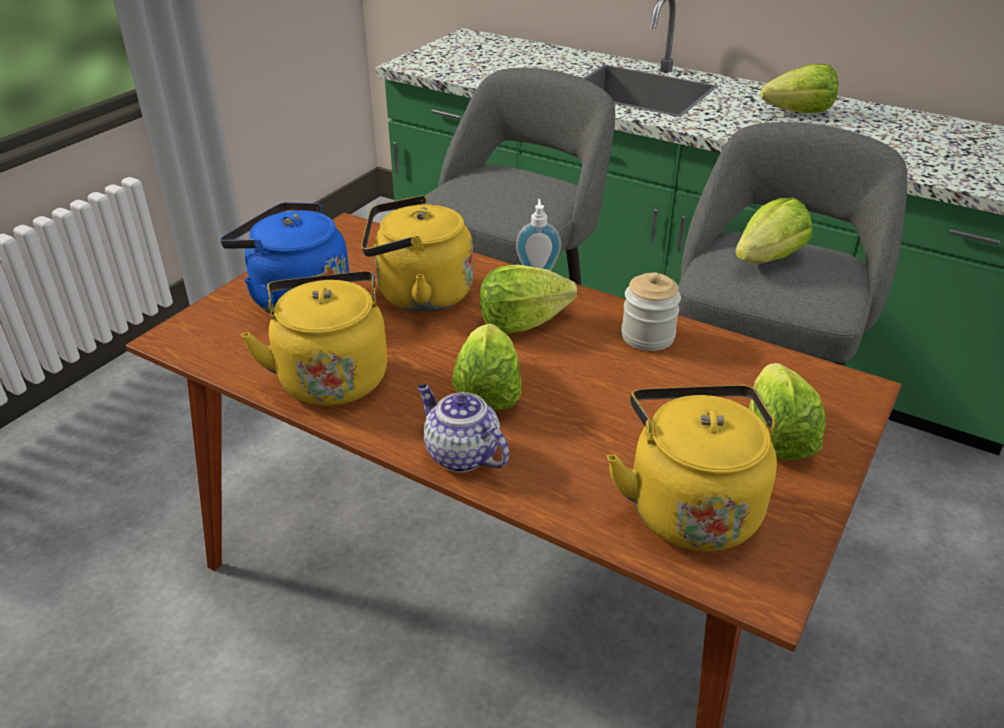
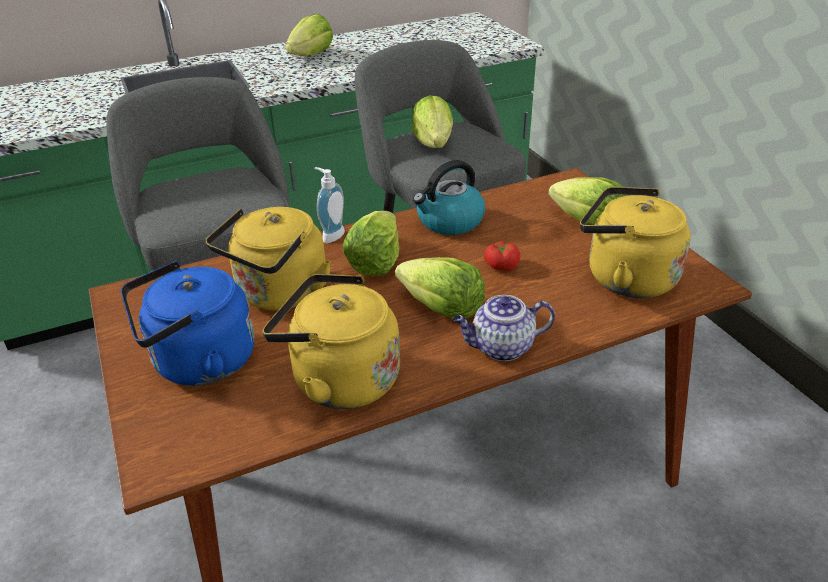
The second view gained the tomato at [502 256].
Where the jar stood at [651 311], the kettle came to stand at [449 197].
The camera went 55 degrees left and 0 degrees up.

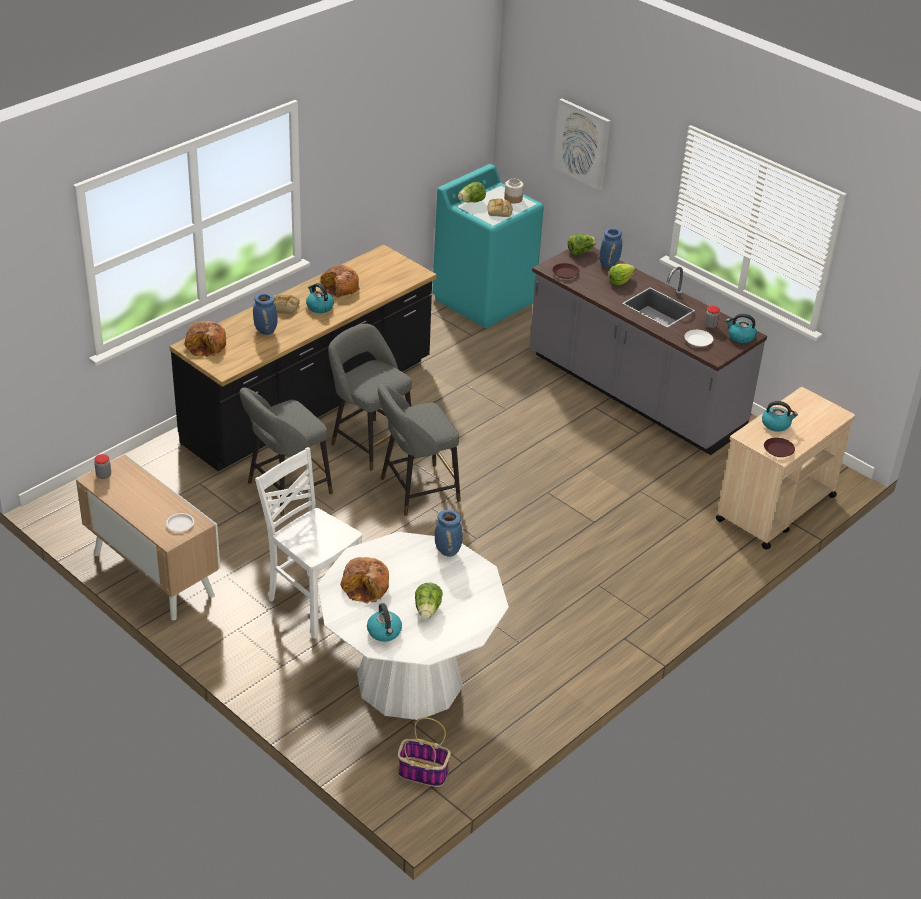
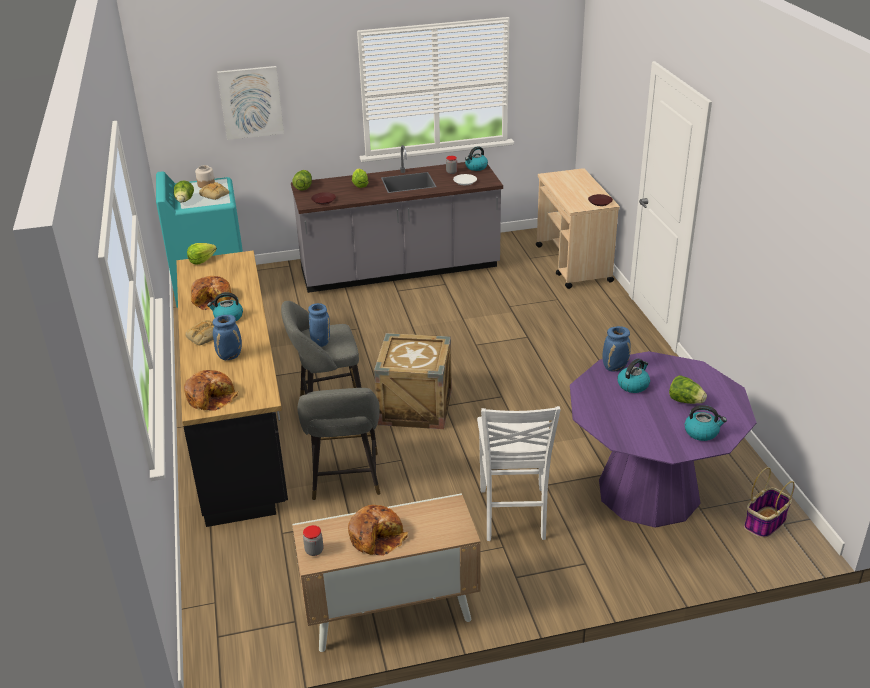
The second view lost the white plate at [180 522].
The second view gained the lettuce at [202 254].
The bread ended up elsewhere, having gone from [364 580] to [378 530].
The blue vase ended up elsewhere, having gone from [610 248] to [319 325].
The kettle ended up elsewhere, having gone from [780 416] to [634 375].
Where the grey stool stood at [419 450], the crate came to stand at [413 381].
What was the white dining table at [413 626] turned into the purple dining table at [663 439].
The white chair at [308 543] ended up facing another way, 75 degrees counterclockwise from before.
The camera went 55 degrees left and 5 degrees down.

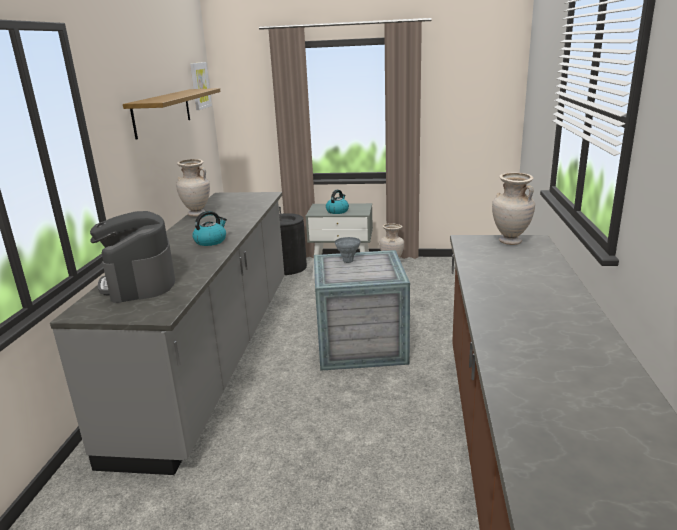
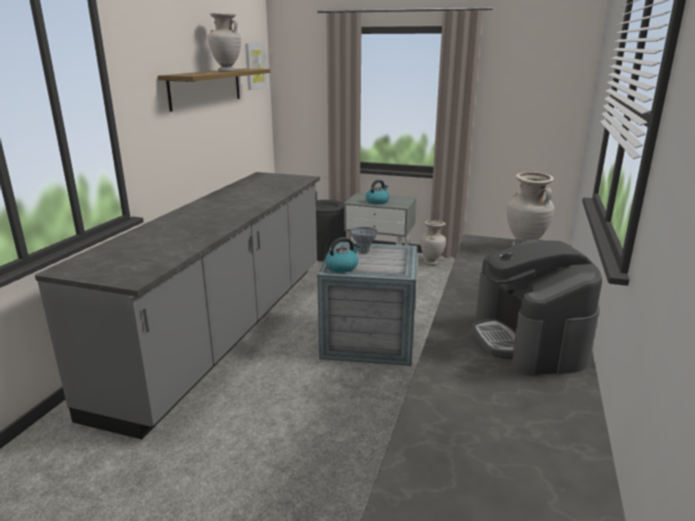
The coffee machine ended up elsewhere, having gone from [132 257] to [537 307].
The beige vase ended up elsewhere, having gone from [193 188] to [224 42].
The kettle ended up elsewhere, having gone from [209 228] to [342 255].
The camera went 10 degrees right and 0 degrees up.

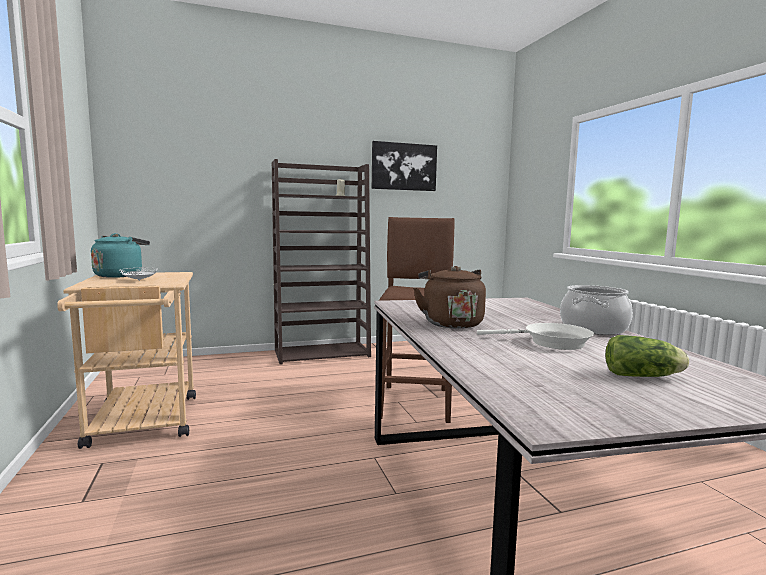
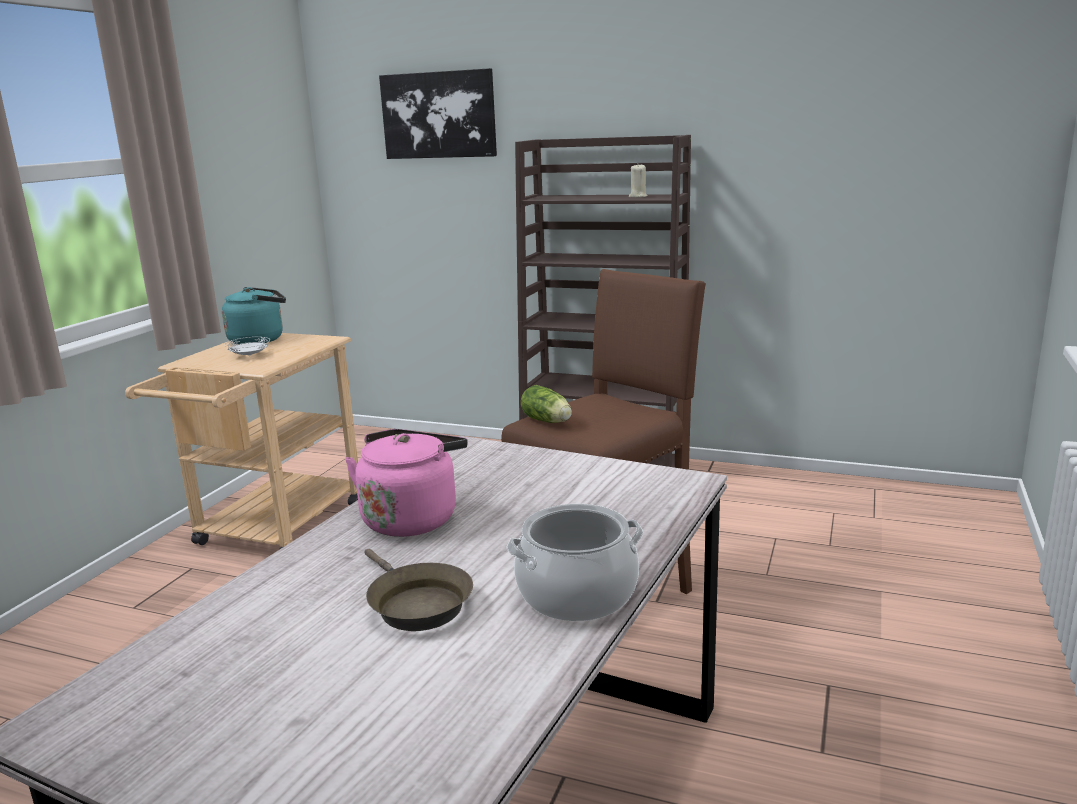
The picture ended up elsewhere, having gone from [404 166] to [438 113].
The lettuce ended up elsewhere, having gone from [647 356] to [546 404].
What was the brown kettle at [449 297] turned into the pink kettle at [406 483].
What was the white frying pan at [535 336] turned into the brown frying pan at [418 590].
The camera went 40 degrees right and 10 degrees up.

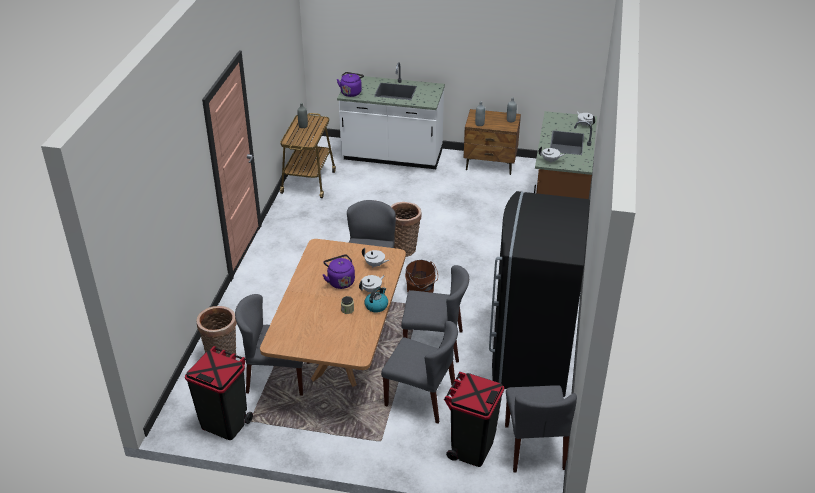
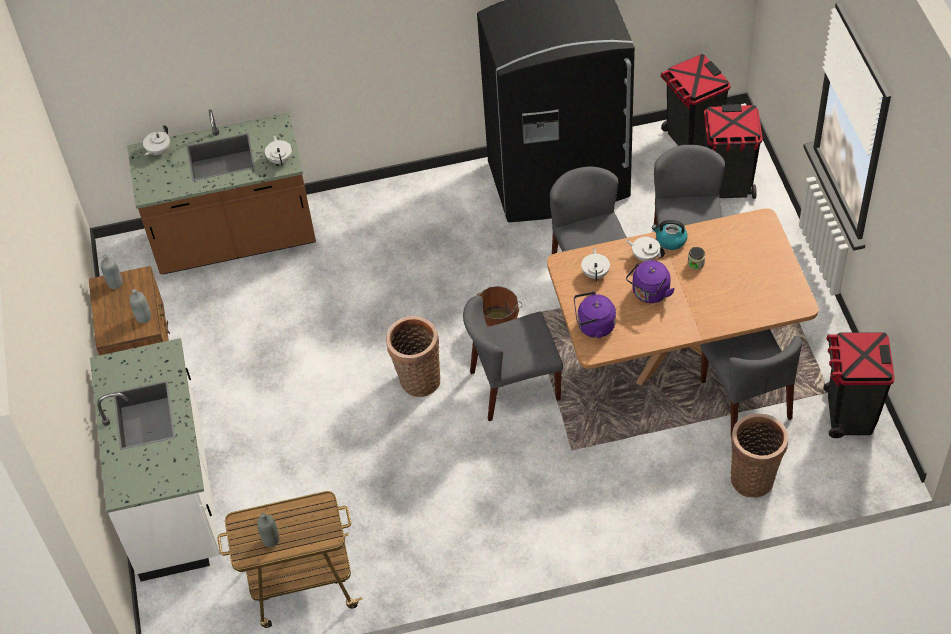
The purple kettle ended up elsewhere, having gone from [350 84] to [595 314].
Where the grey chair stood at [541 428], the black trash can came to stand at [695 100].
The camera went 110 degrees left and 15 degrees up.

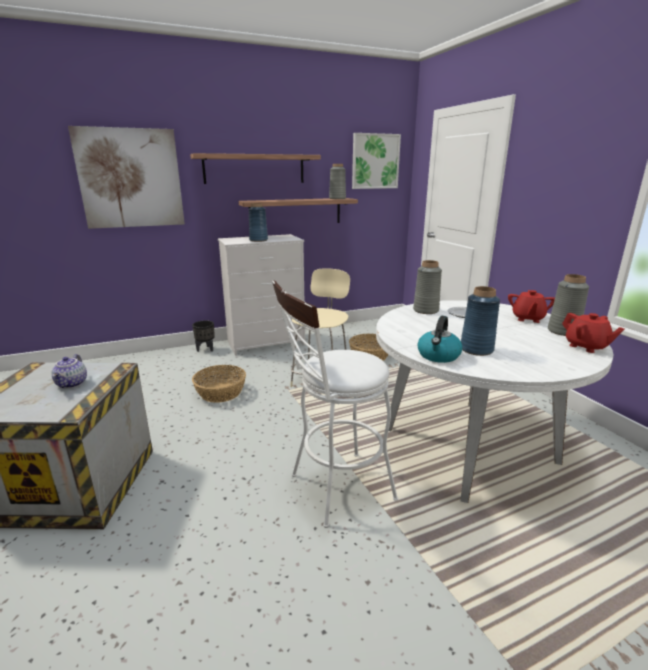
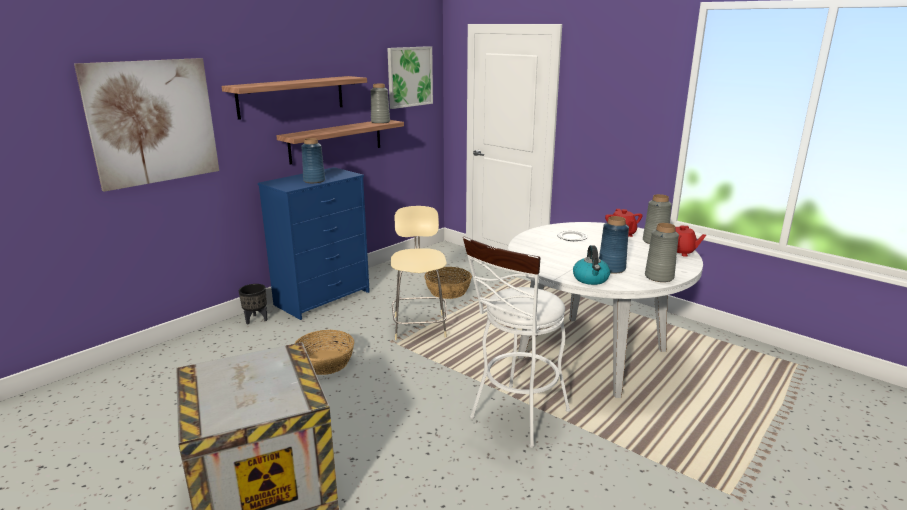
The second view lost the teapot at [69 371].
The grey vase ended up elsewhere, having gone from [427 287] to [662 252].
What was the white dresser at [261 295] turned into the blue dresser at [314 243].
The camera went 25 degrees left and 0 degrees up.

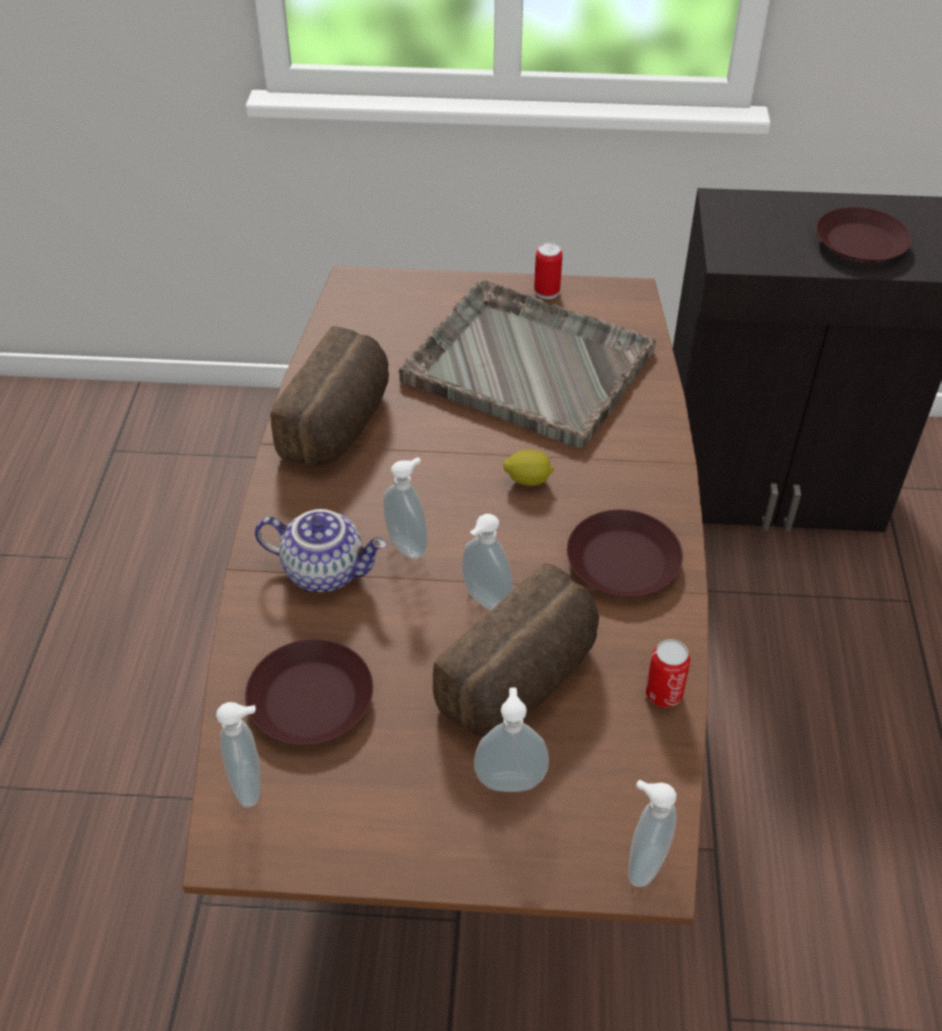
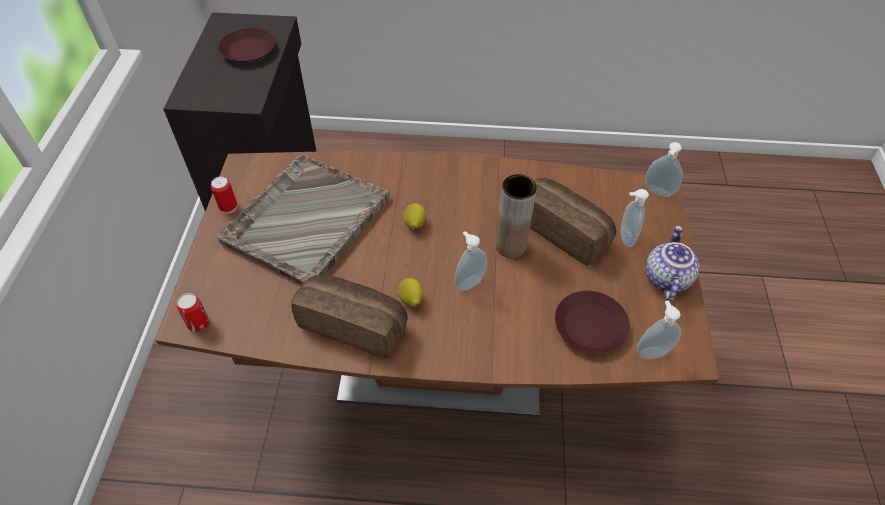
The second view lost the brown plate at [625 553].
The second view gained the lemon at [410 292].
The teapot ended up elsewhere, having gone from [321 550] to [672 263].
The can ended up elsewhere, having gone from [667 673] to [193 312].
Where the soap dispenser stood at [487 562], the brown vase came to stand at [516 216].
The camera went 90 degrees left and 5 degrees up.

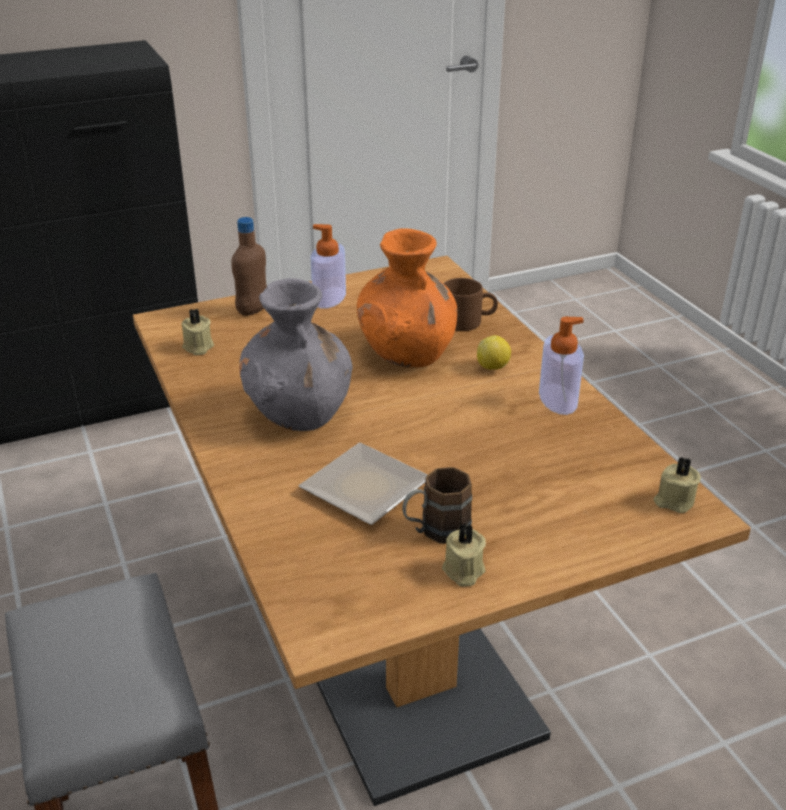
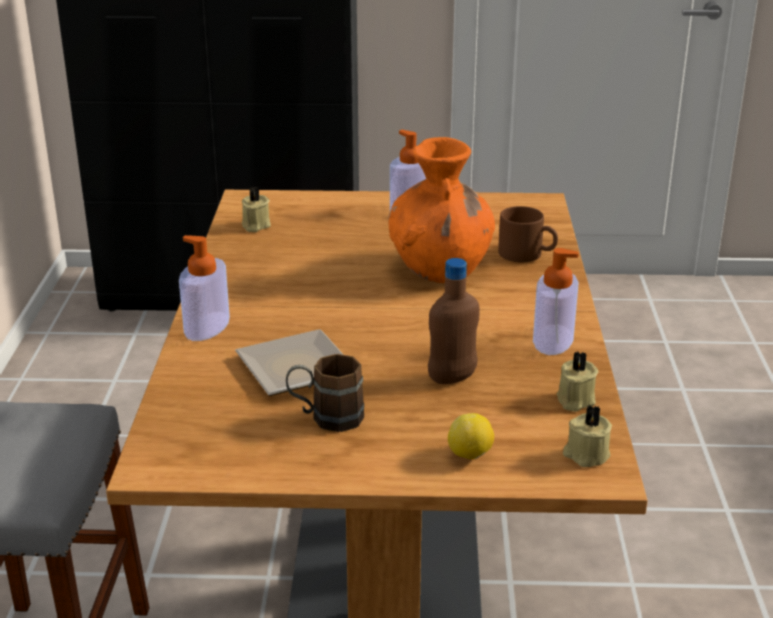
The second view lost the grey vase at [296 354].
The second view gained the soap dispenser at [204 288].
The brown bottle ended up elsewhere, having gone from [249 266] to [454 321].
The beige candle ended up elsewhere, having gone from [464 555] to [577 381].
The lemon ended up elsewhere, having gone from [494 352] to [471 436].
The camera went 25 degrees right and 5 degrees down.

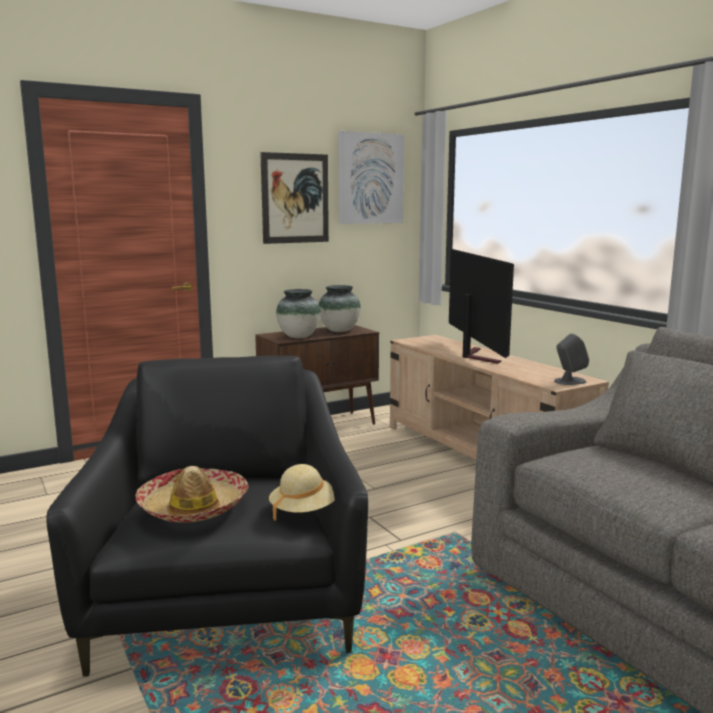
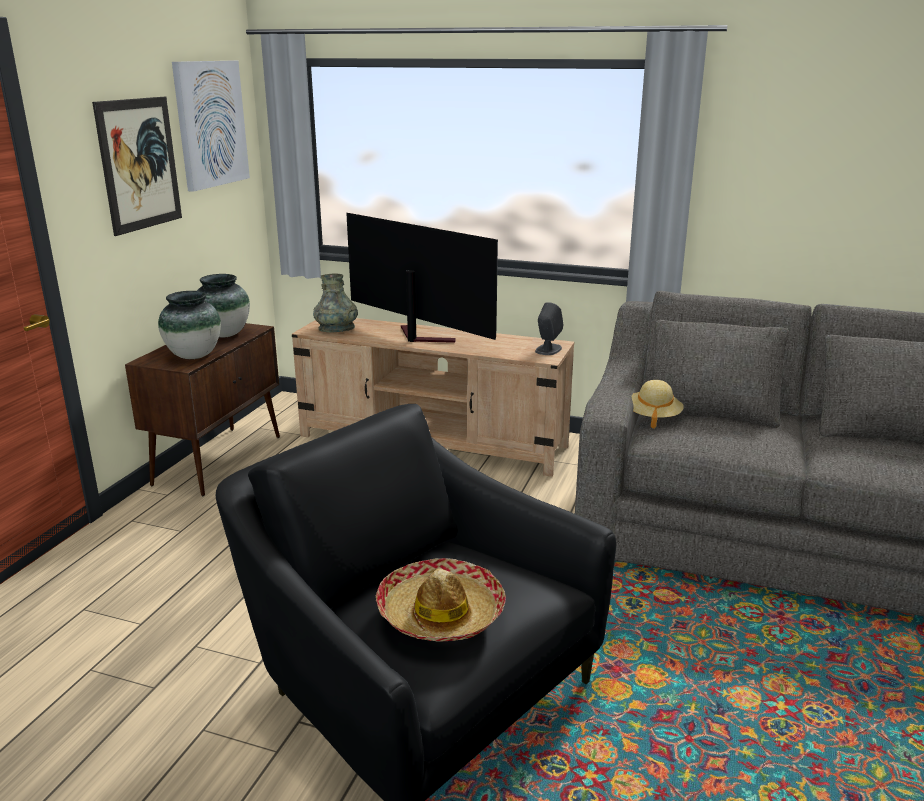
The second view gained the grey vase at [335 303].
The beige hat ended up elsewhere, having gone from [302 492] to [658 404].
The camera went 40 degrees left and 10 degrees up.

